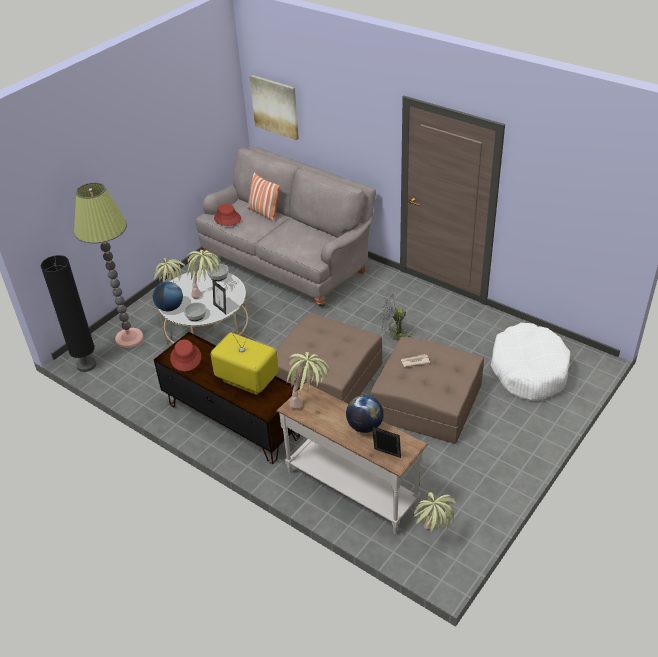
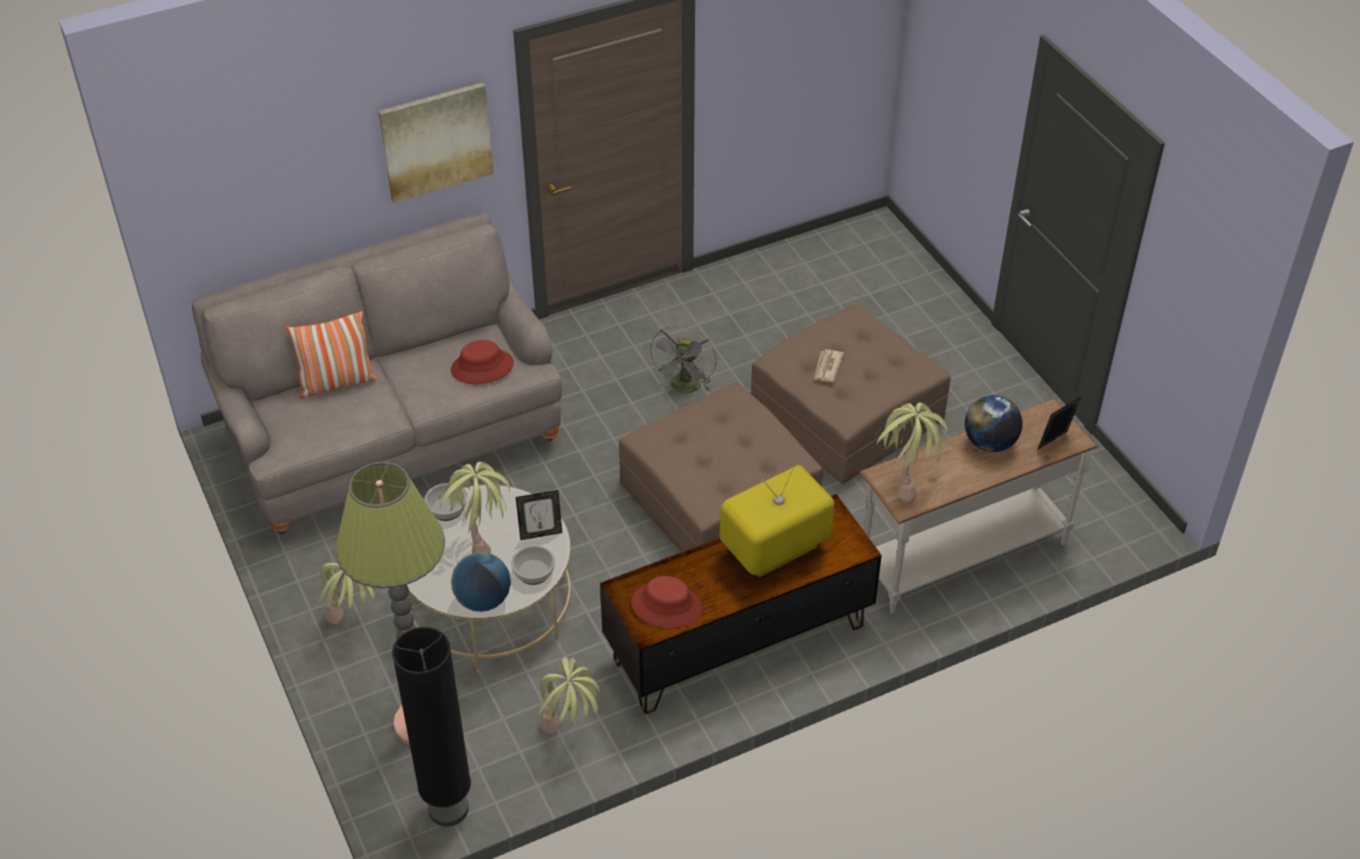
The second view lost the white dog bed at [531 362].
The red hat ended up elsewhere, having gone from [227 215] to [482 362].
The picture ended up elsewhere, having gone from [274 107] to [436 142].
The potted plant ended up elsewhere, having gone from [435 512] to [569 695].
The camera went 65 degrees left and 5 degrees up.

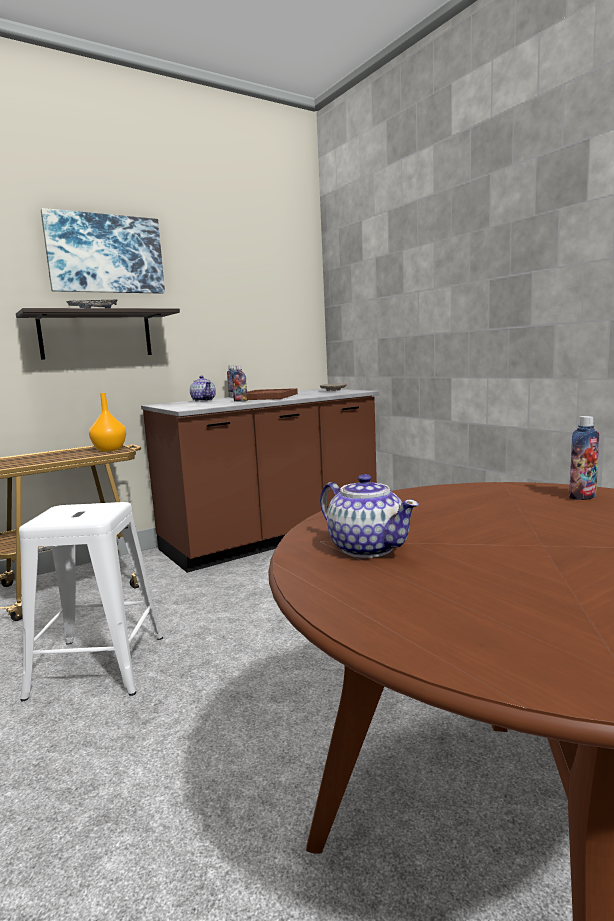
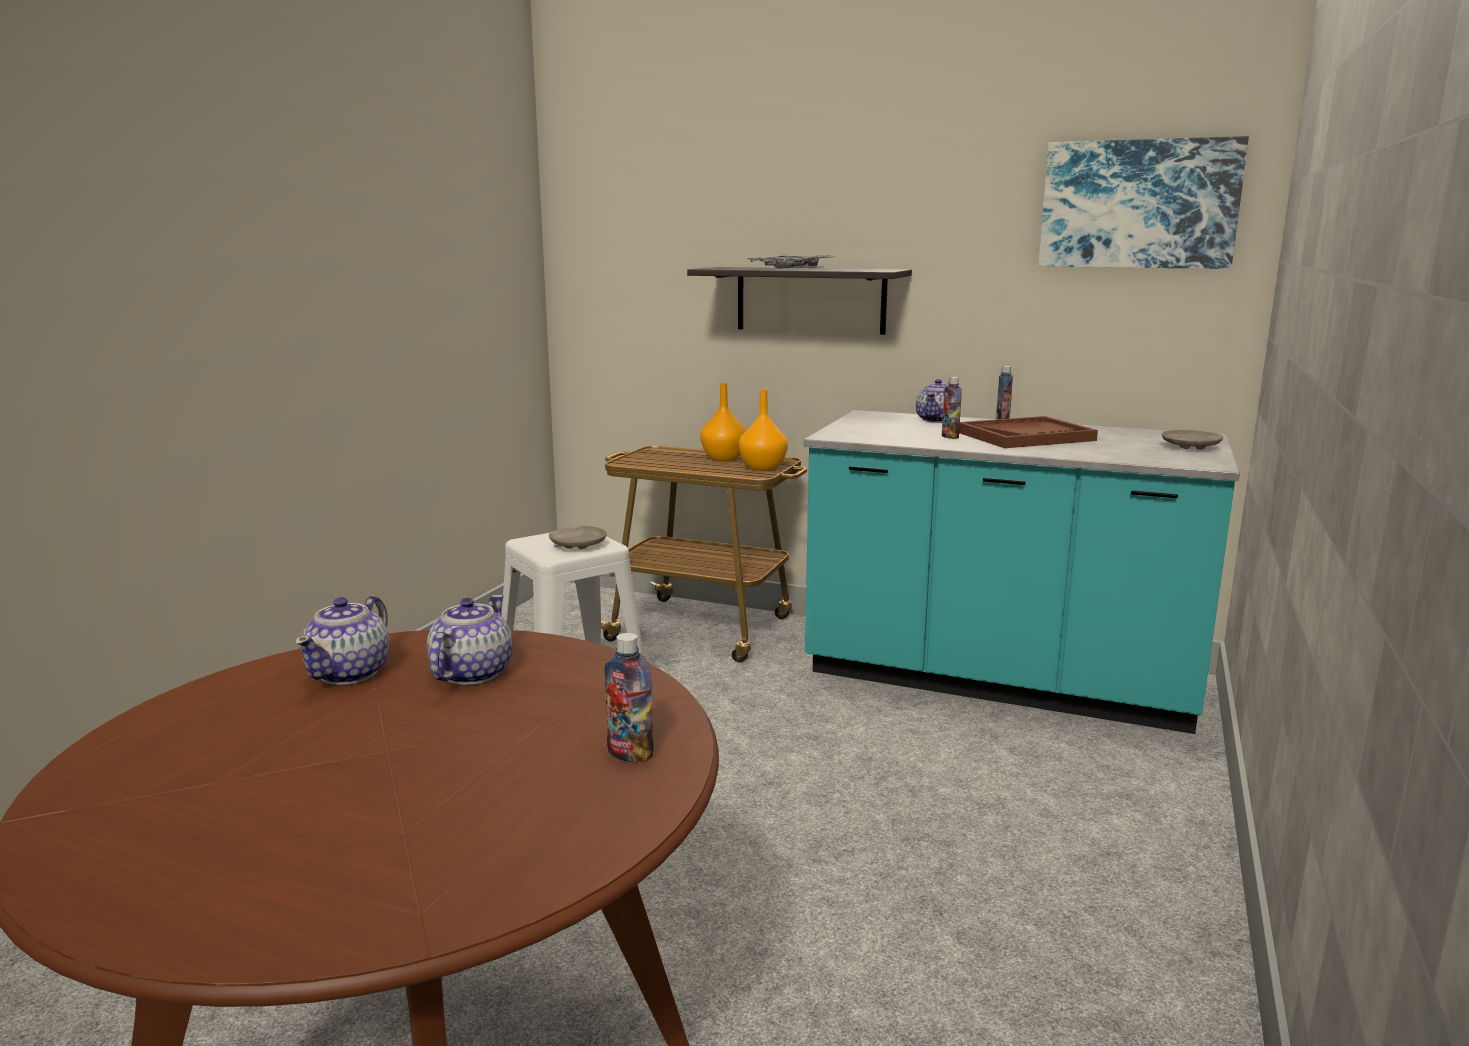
The second view gained the teapot at [469 640].
The second view gained the beige plate at [578 538].
The second view gained the orange vase at [723 422].
The picture ended up elsewhere, having gone from [103 251] to [1144 202].
What was the brown counter at [260 481] turned into the turquoise counter at [1022 572].
The camera went 55 degrees right and 5 degrees up.

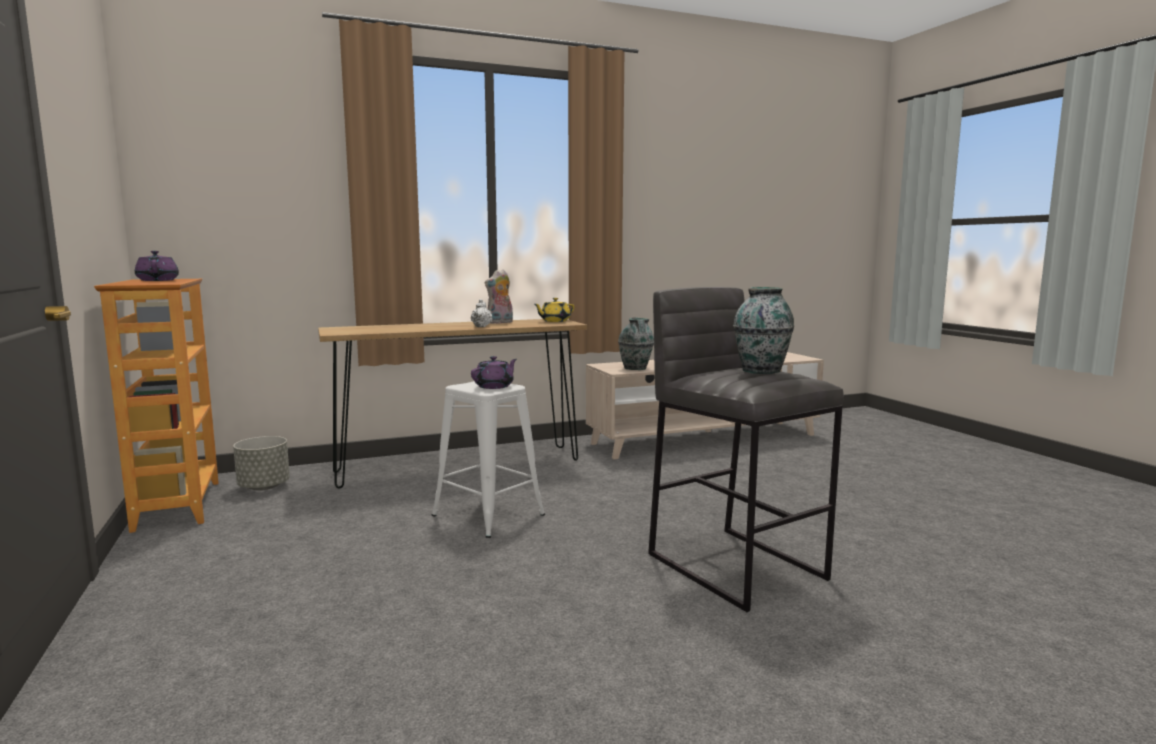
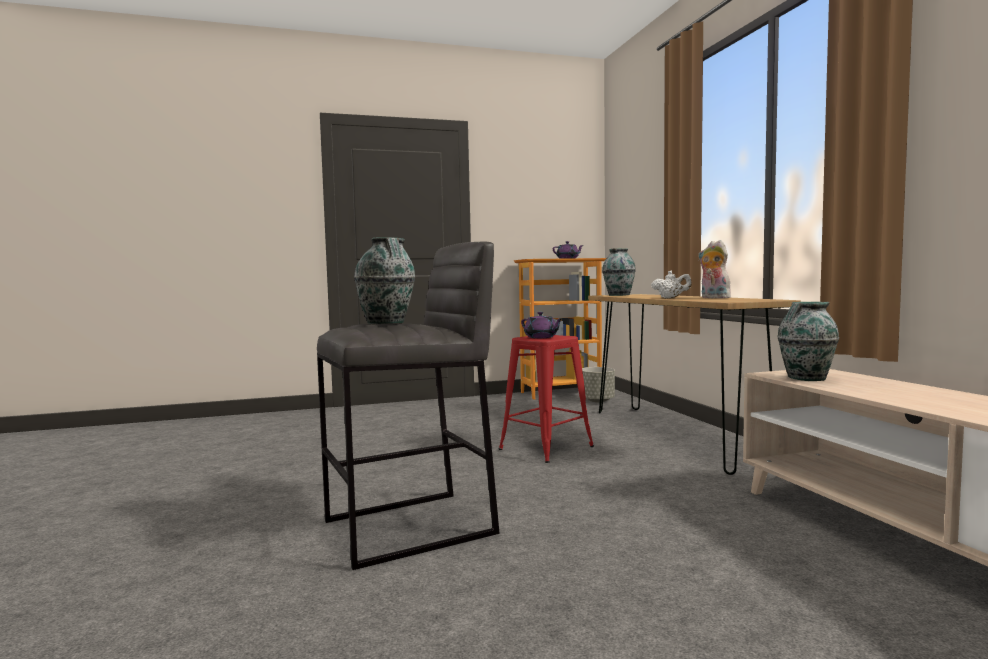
The second view lost the yellow teapot at [554 310].
The second view gained the vase at [619 272].
What was the white stool at [488 459] turned into the red stool at [546 399].
The camera went 95 degrees right and 5 degrees down.

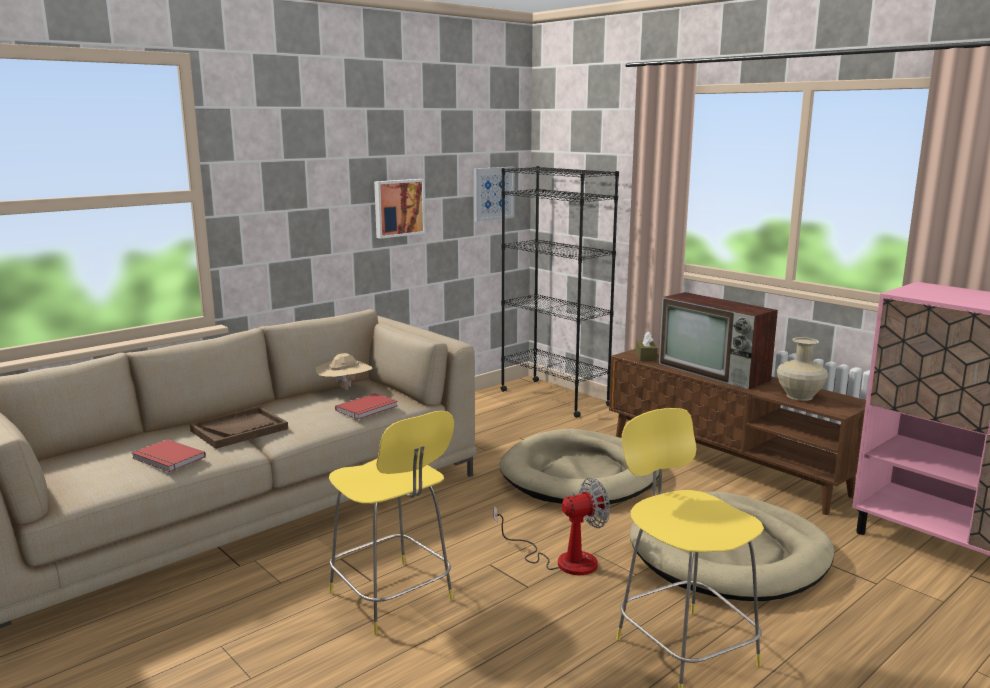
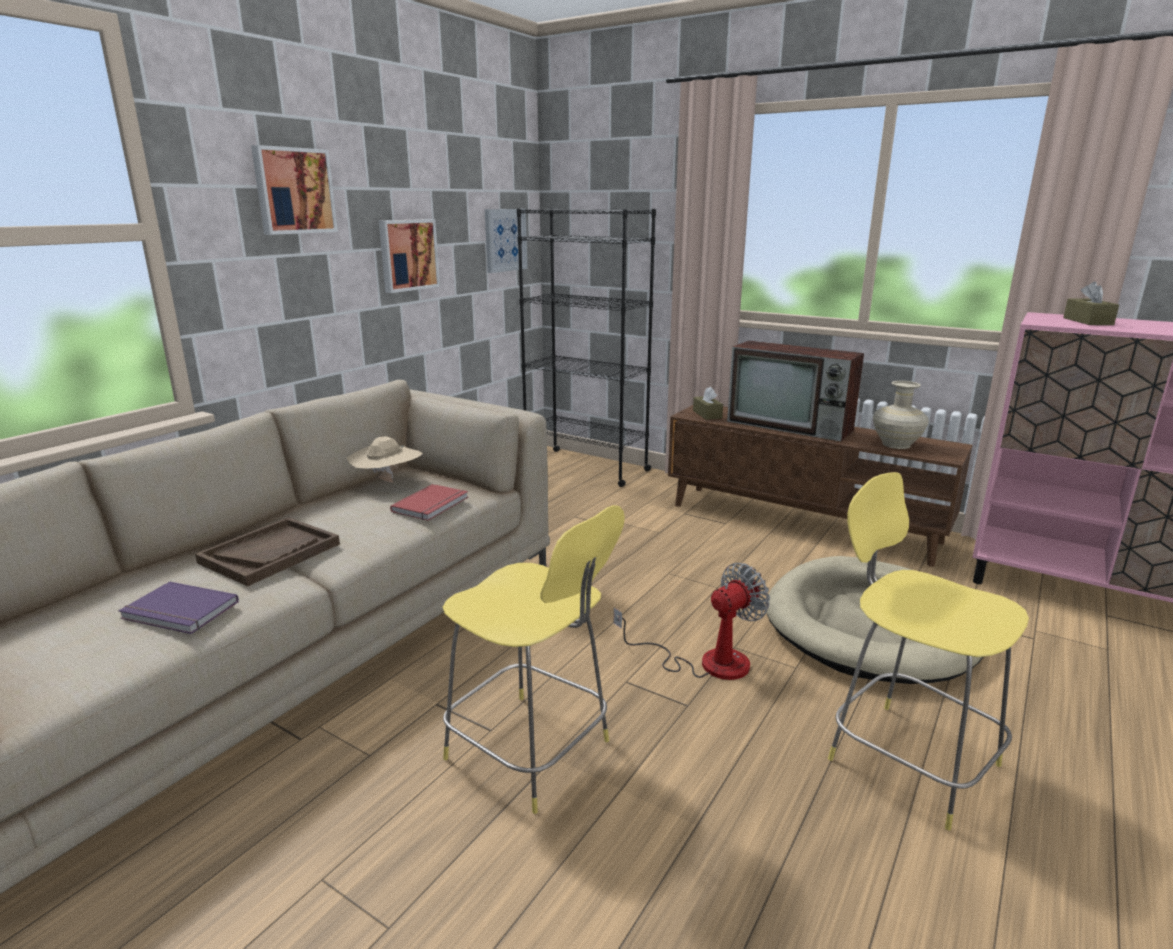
The second view lost the beige dog bed at [579 467].
The second view gained the picture at [294 190].
The second view gained the brown tissue box at [1091 303].
What was the red book at [169 455] turned into the purple book at [178 607].
The camera went 15 degrees left and 5 degrees up.

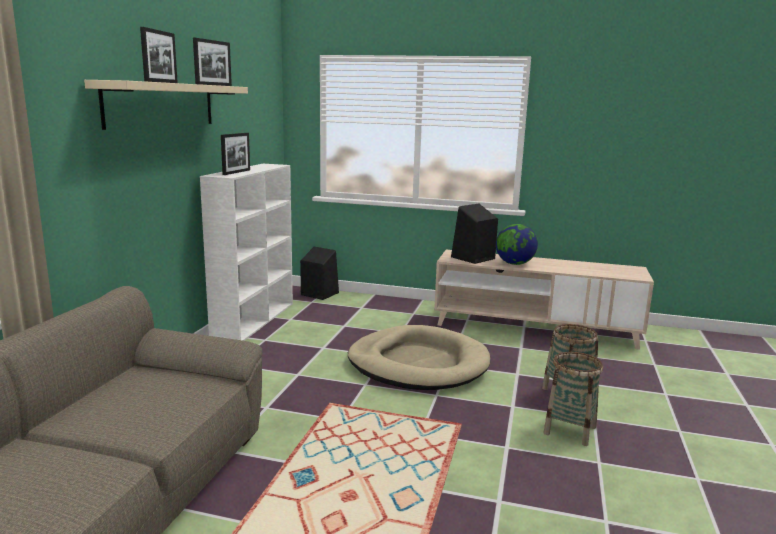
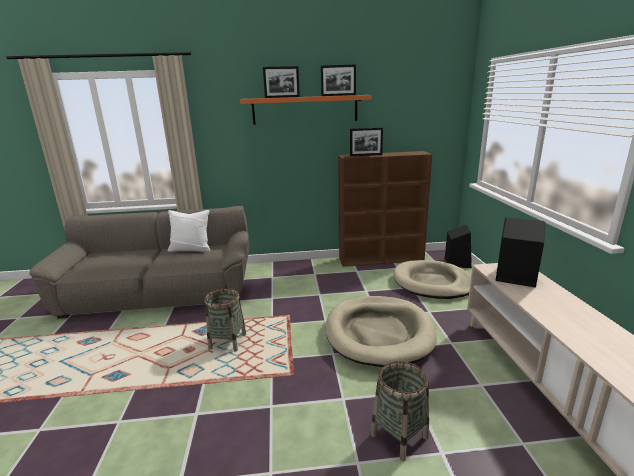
The second view lost the globe at [517 244].
The second view gained the white pillow at [189 231].
The second view gained the beige dog bed at [432 279].
The basket ended up elsewhere, having gone from [573 399] to [225 319].
What was the beige shelf at [166 105] turned into the orange shelf at [306 110].
What was the white bookcase at [246 252] turned into the brown bookcase at [385 209].
The camera went 70 degrees right and 5 degrees up.

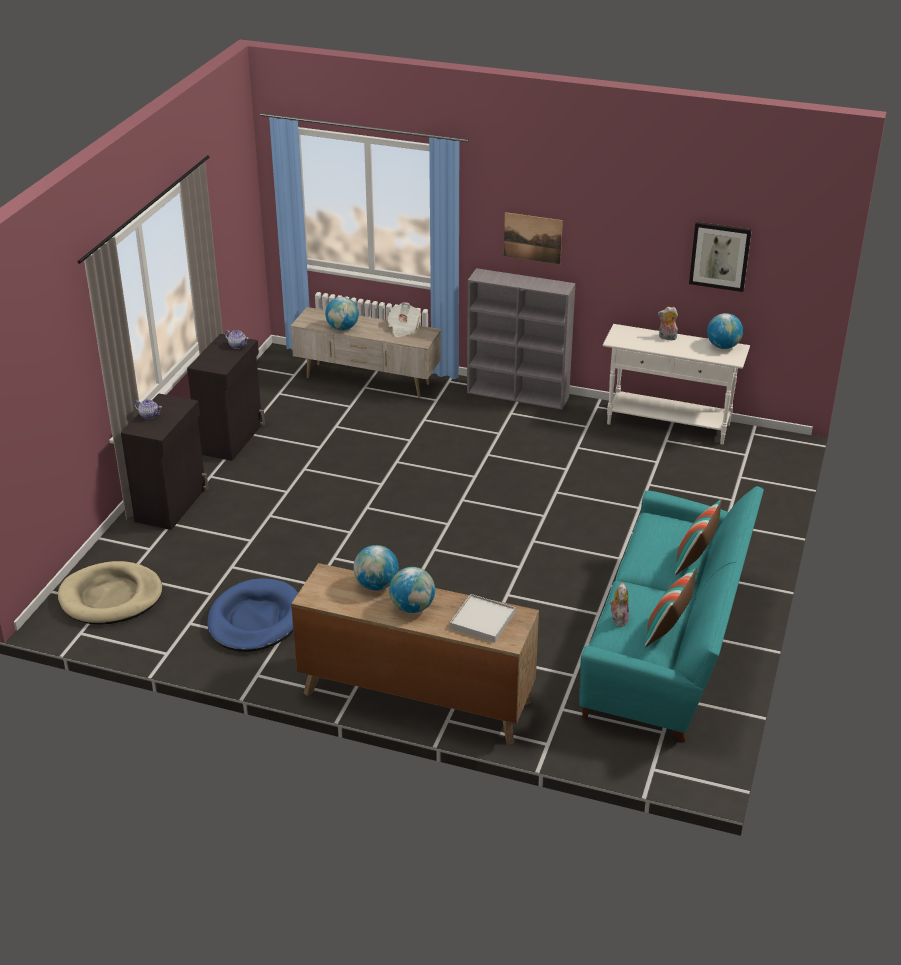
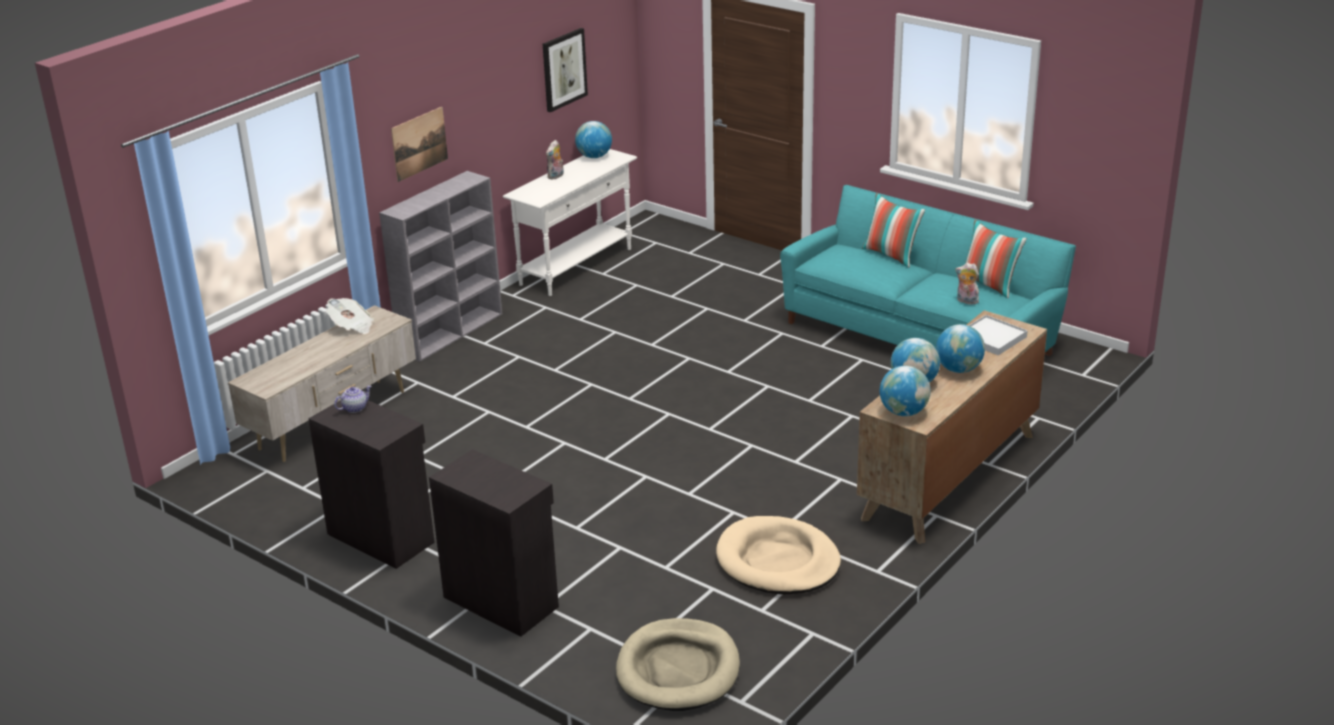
The second view lost the teapot at [148 409].
The globe ended up elsewhere, having gone from [342 313] to [905 391].
What was the blue dog bed at [252 615] turned into the beige dog bed at [778 555].
The camera went 70 degrees left and 5 degrees down.

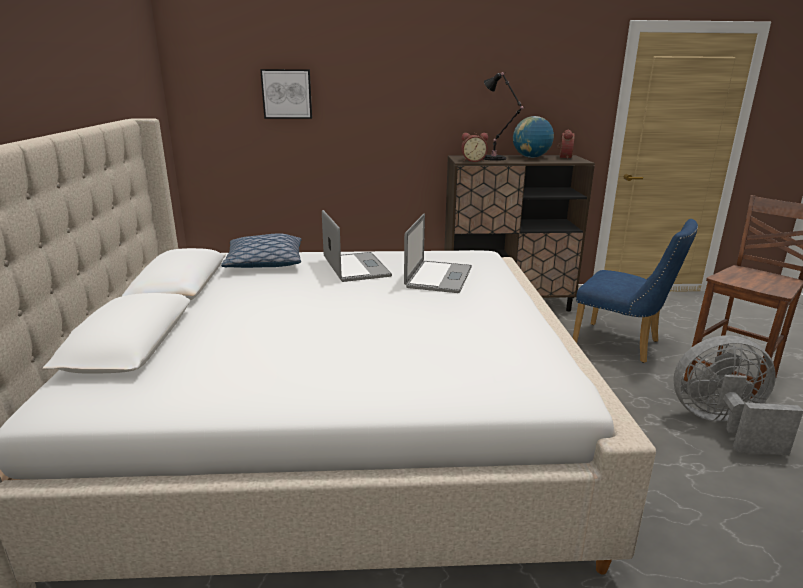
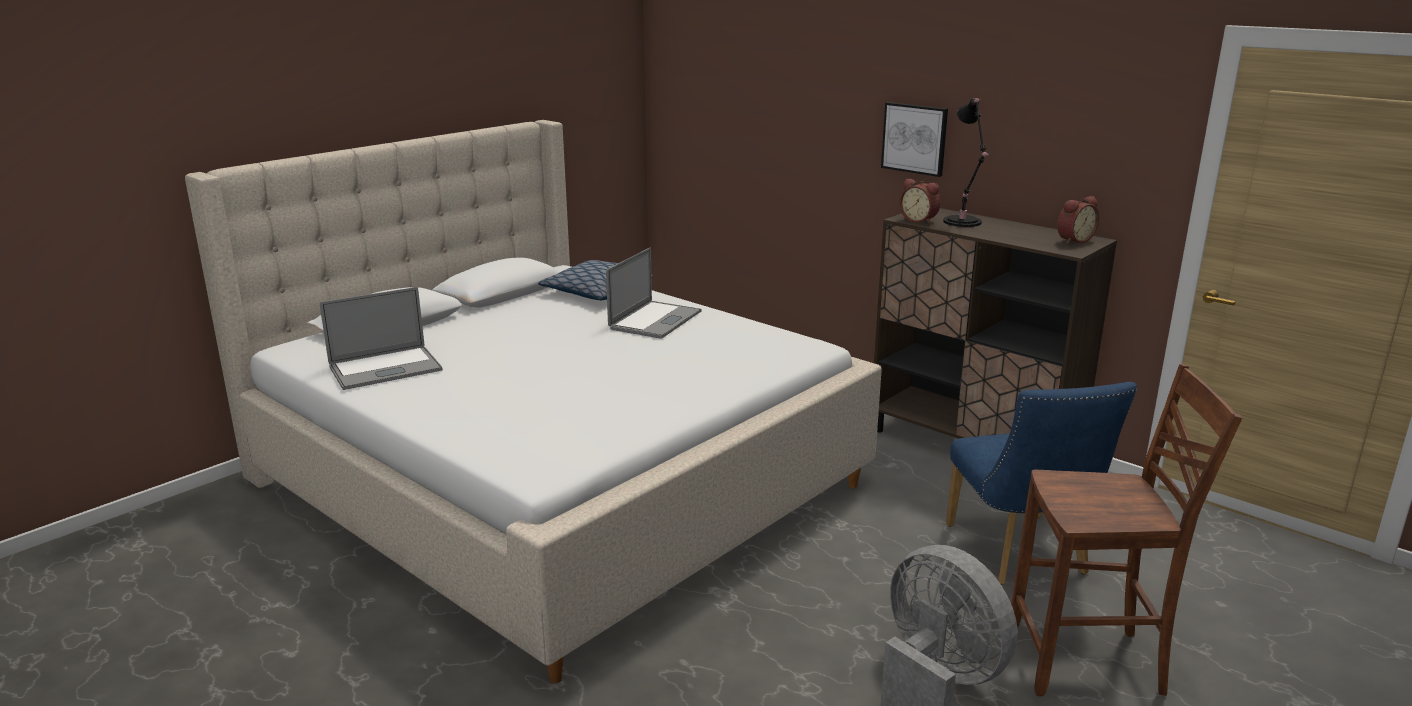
The second view lost the globe at [533 137].
The picture ended up elsewhere, having gone from [286 94] to [914 139].
The laptop ended up elsewhere, having gone from [438 253] to [381 338].
The camera went 45 degrees right and 0 degrees up.

